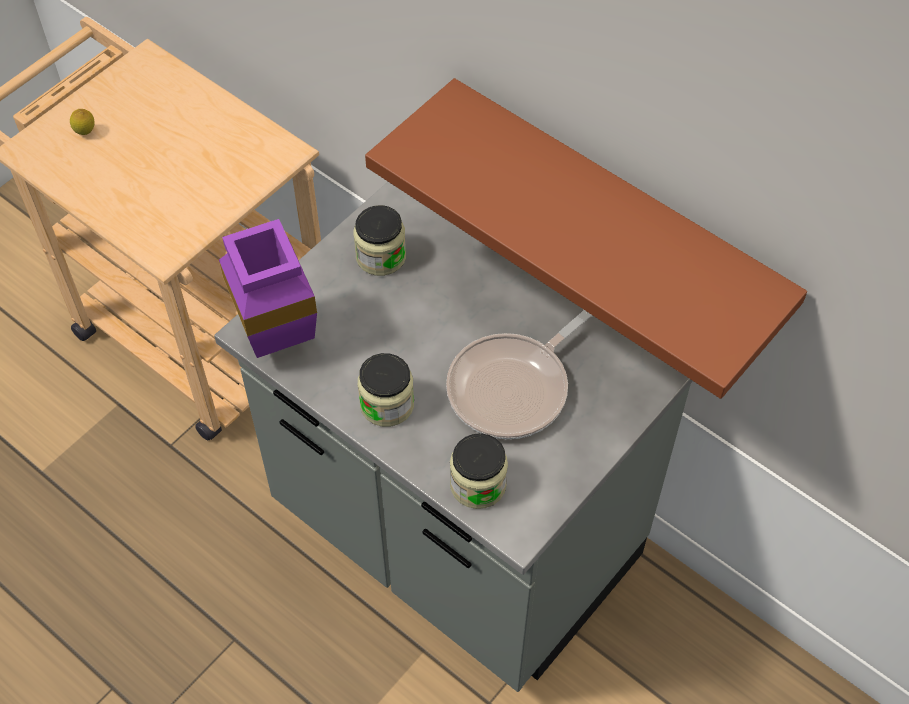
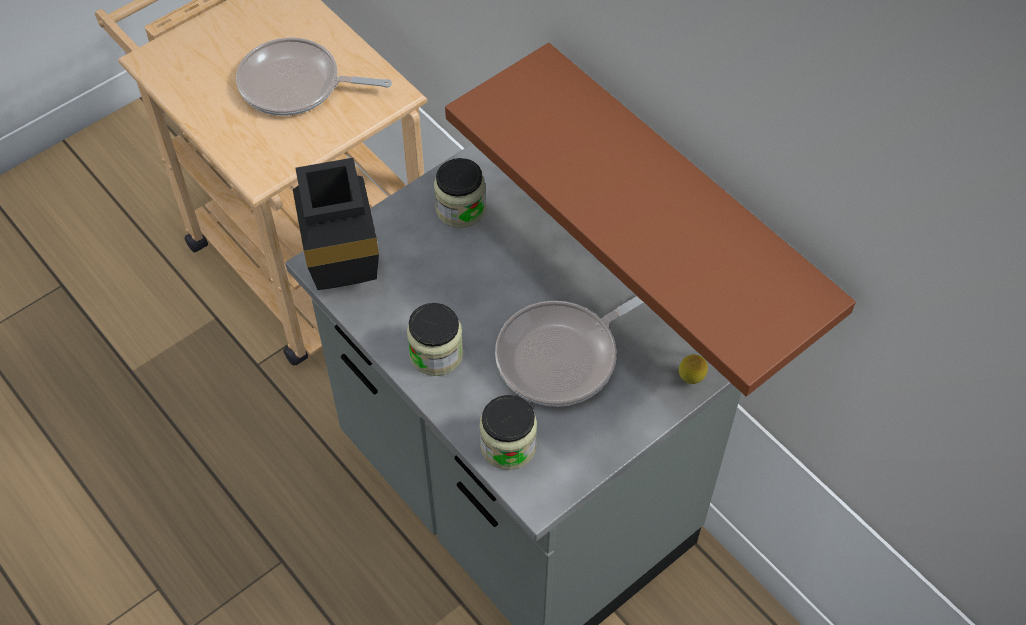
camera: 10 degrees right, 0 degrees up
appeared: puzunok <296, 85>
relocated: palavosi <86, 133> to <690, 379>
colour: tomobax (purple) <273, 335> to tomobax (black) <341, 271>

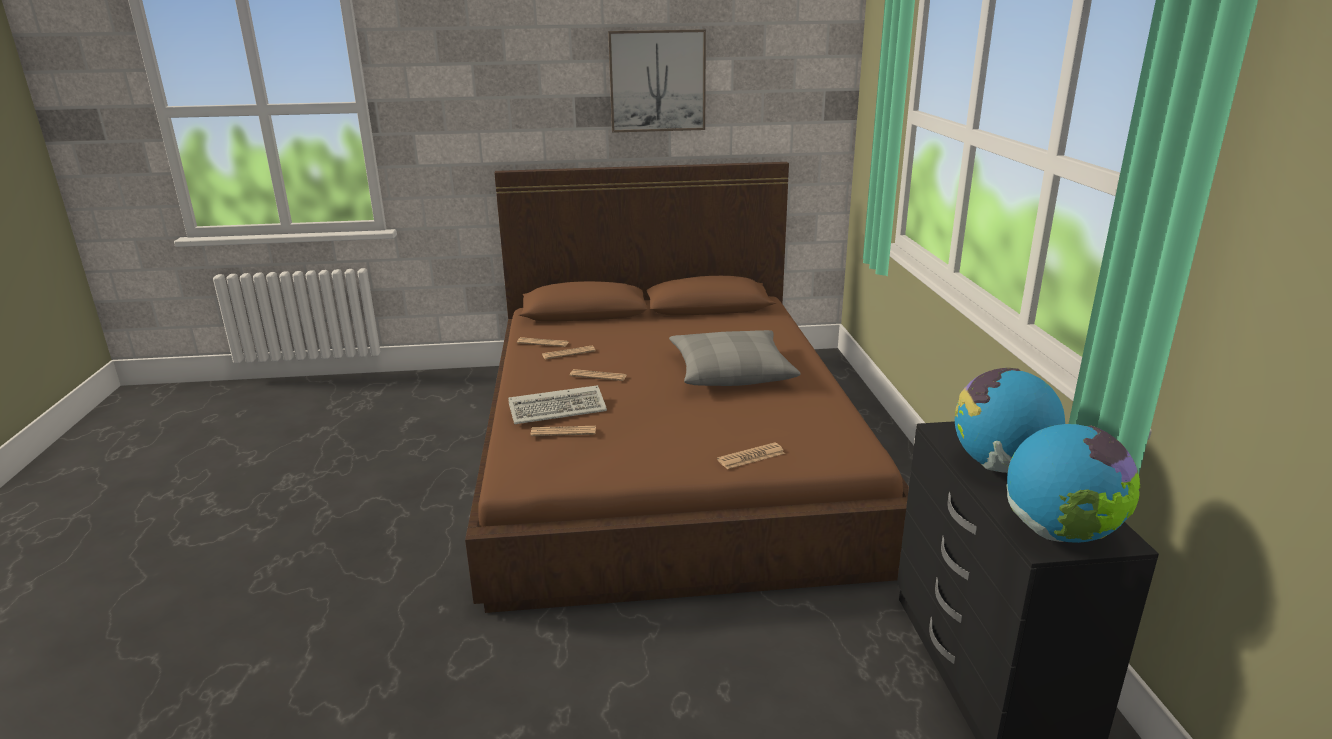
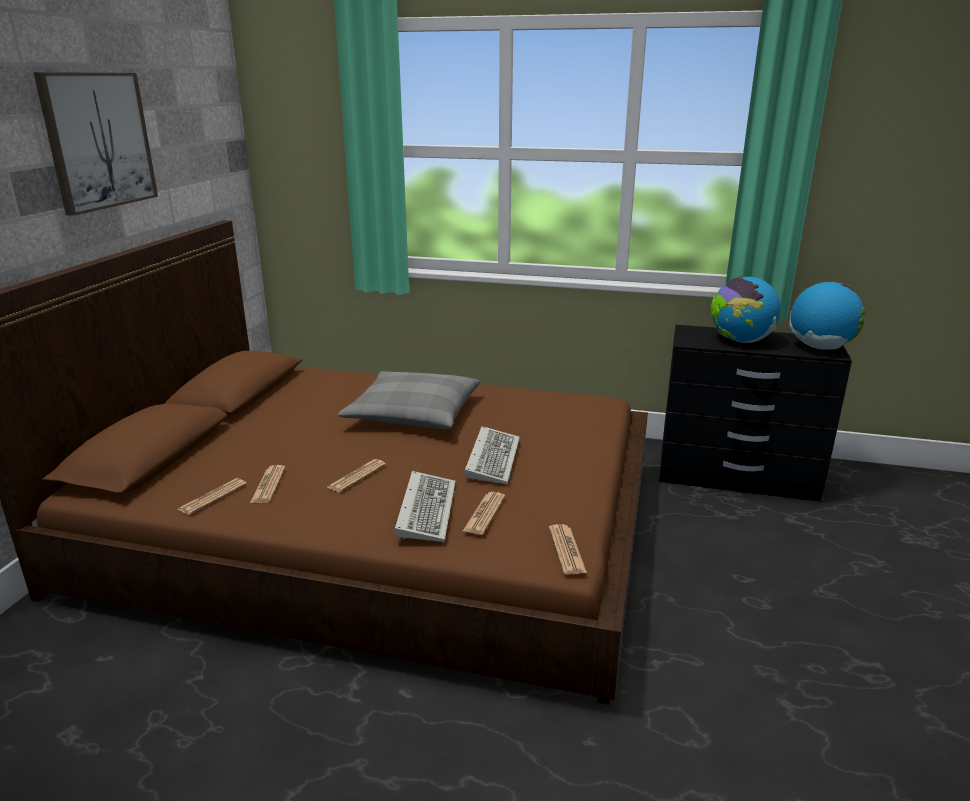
camera: 70 degrees left, 0 degrees up
appeared: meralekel <492, 458>
relocated: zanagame <751, 457> to <567, 550>

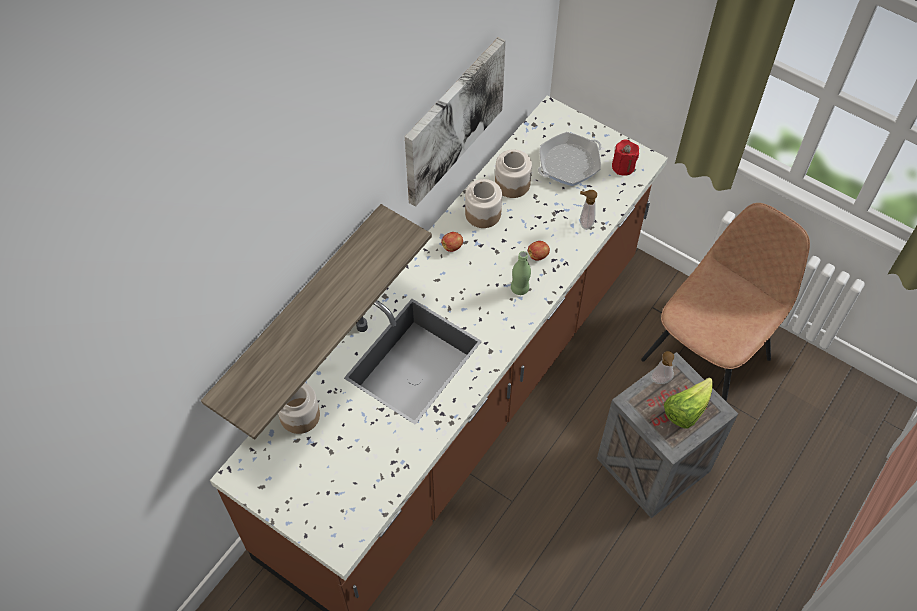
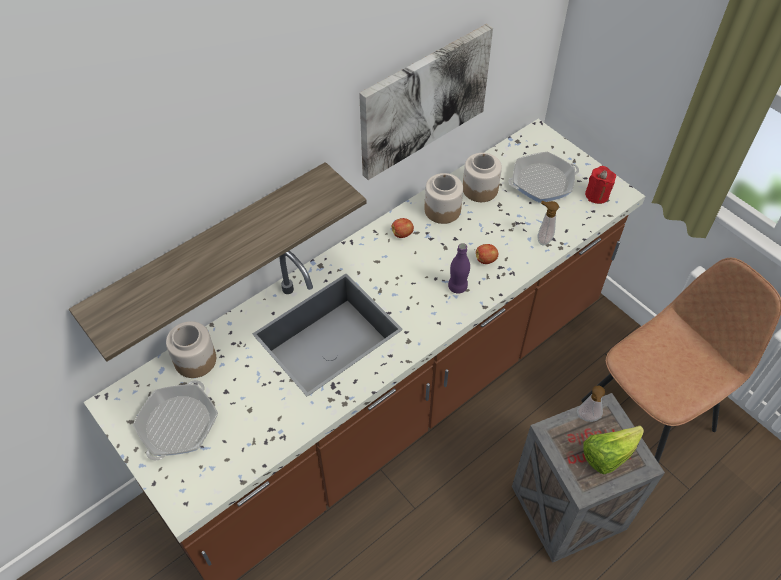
camera: 15 degrees right, 5 degrees down
appeared: puzunok <178, 424>
colour: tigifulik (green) <519, 288> to tigifulik (purple) <457, 287>

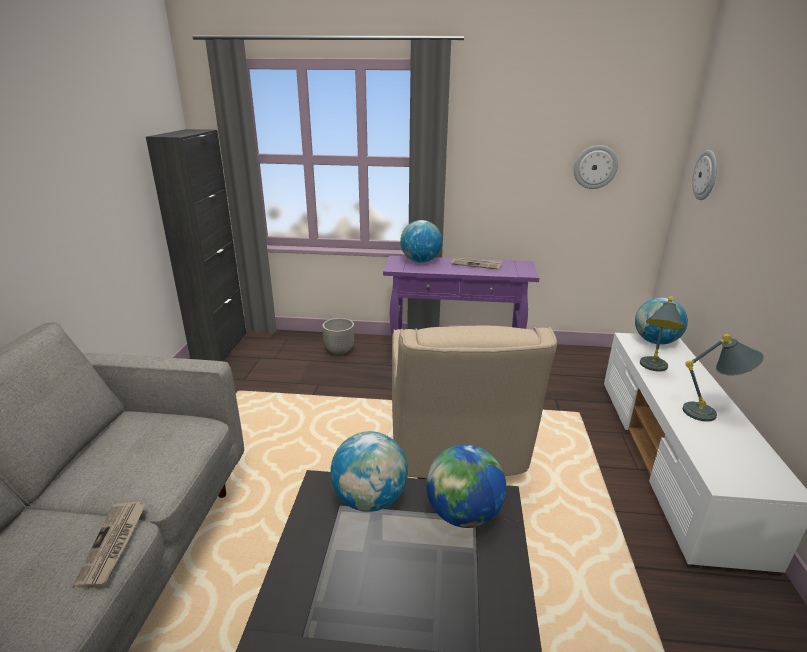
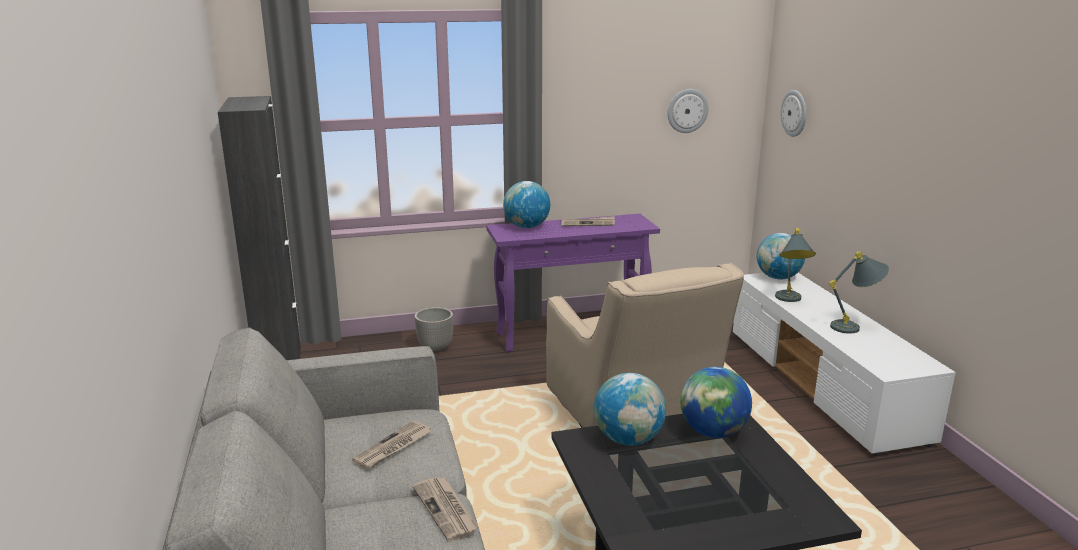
camera: 20 degrees left, 5 degrees down
appeared: zanagame <393, 447>

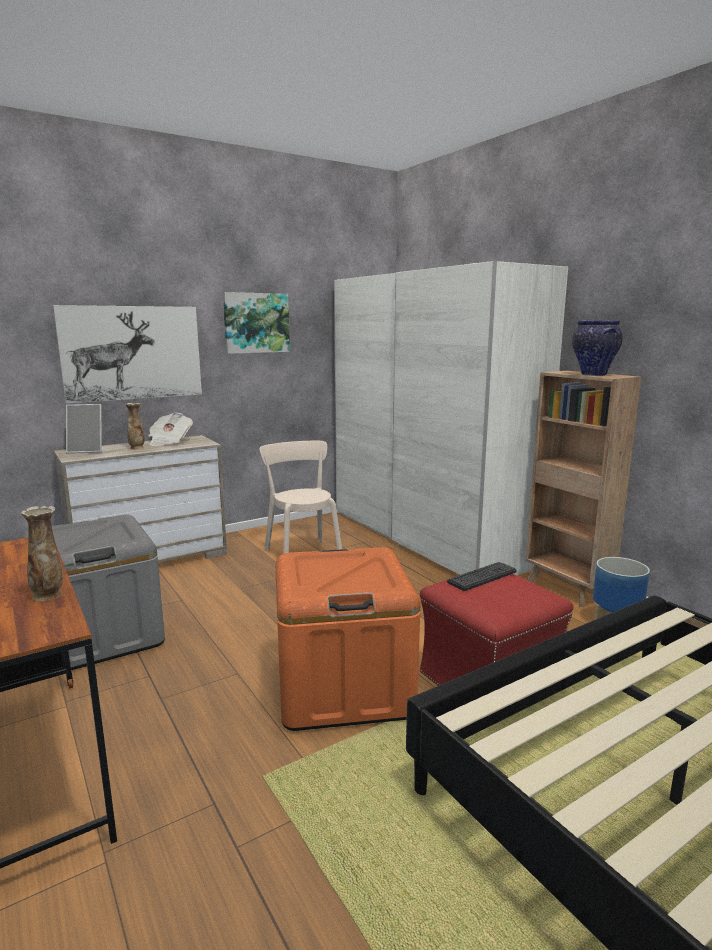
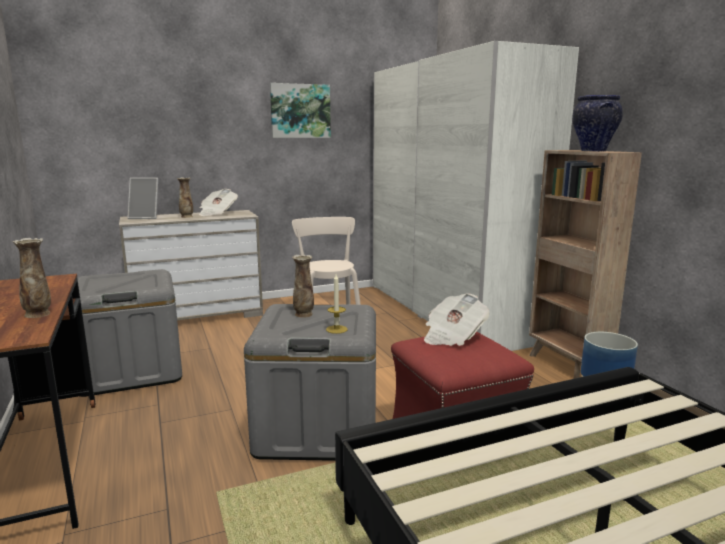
camera: 10 degrees right, 0 degrees up
missing: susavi <132, 353>
appeared: tomobax <303, 314>; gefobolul <336, 329>
exchanged: meralekel <482, 577> to zanagame <452, 336>
colour: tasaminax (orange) <343, 686> to tasaminax (grey) <318, 428>

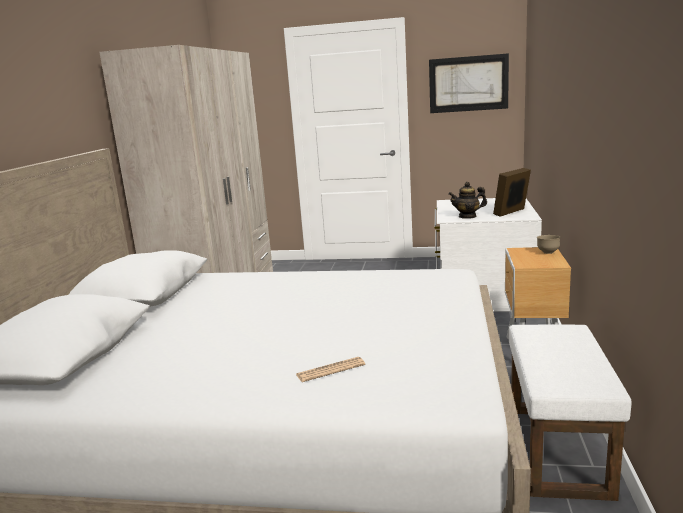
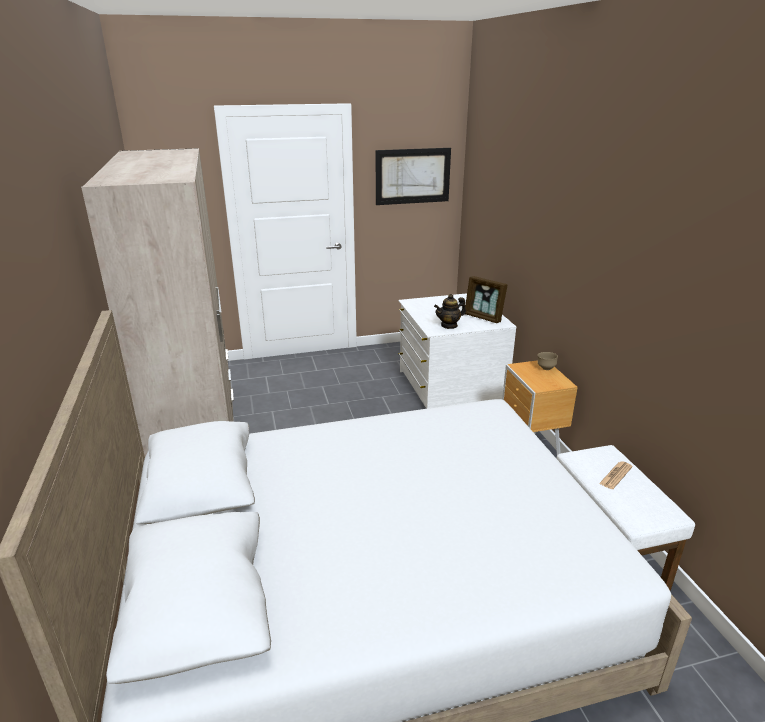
camera: 25 degrees left, 10 degrees up
relocated: zanagame <330, 370> to <615, 475>
spun: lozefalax <511, 212> = <483, 317> 75 degrees counterclockwise

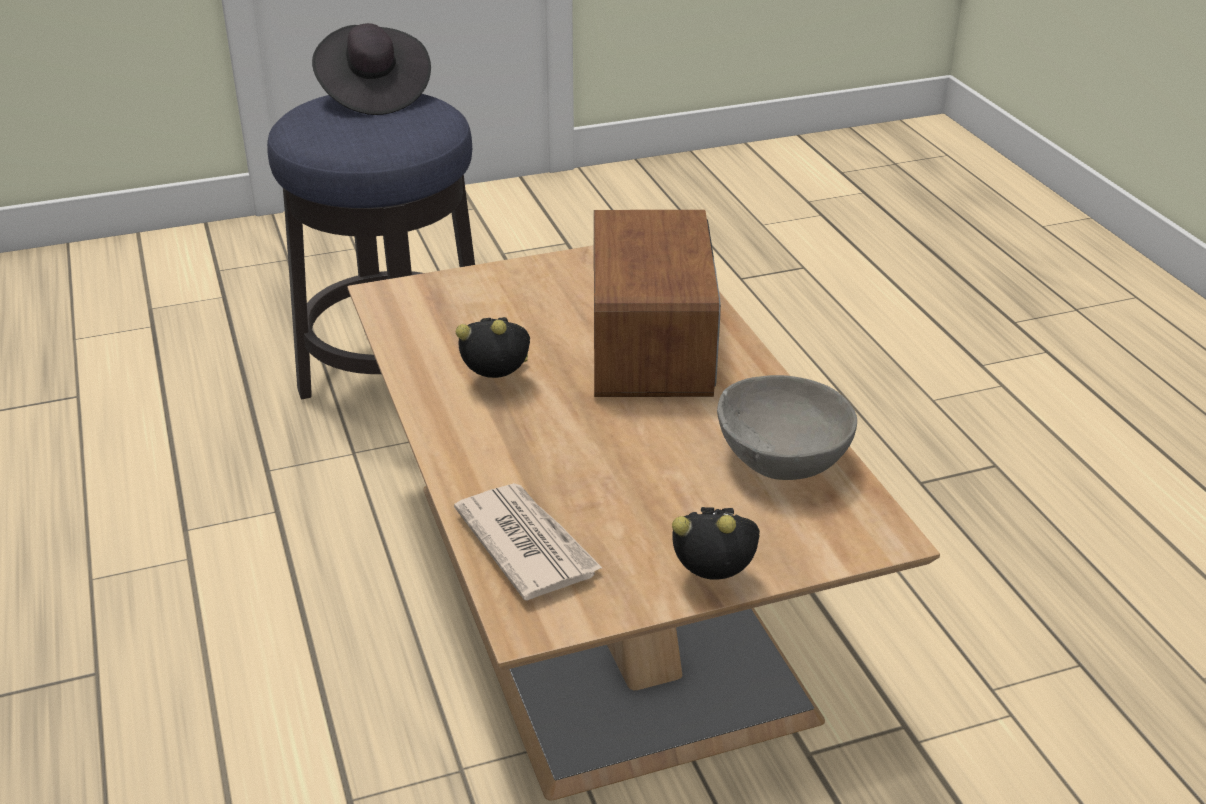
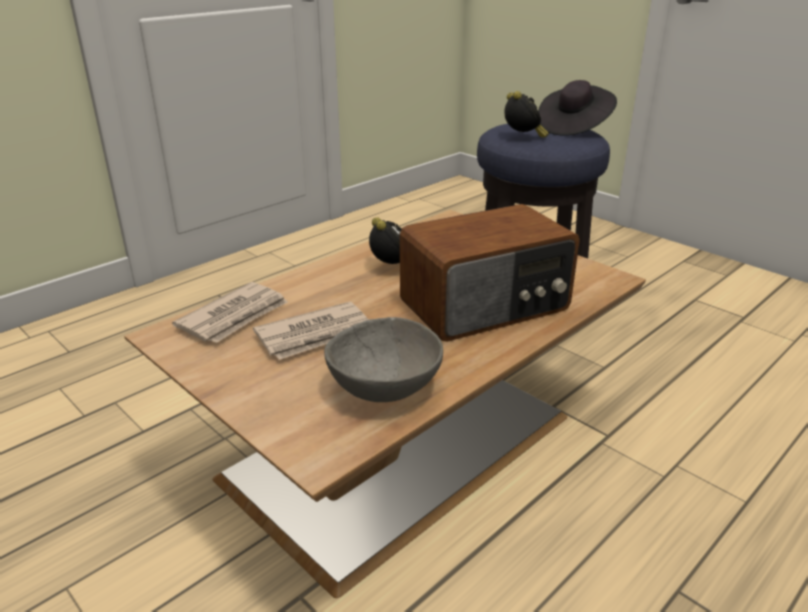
camera: 65 degrees right, 5 degrees down
appeared: zanagame <316, 335>
relocated: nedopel <716, 579> to <523, 138>

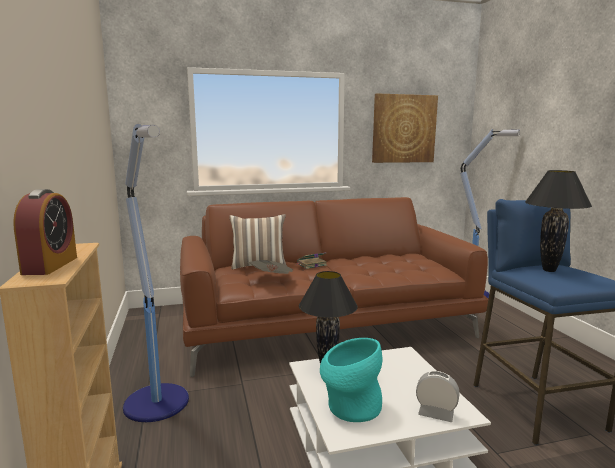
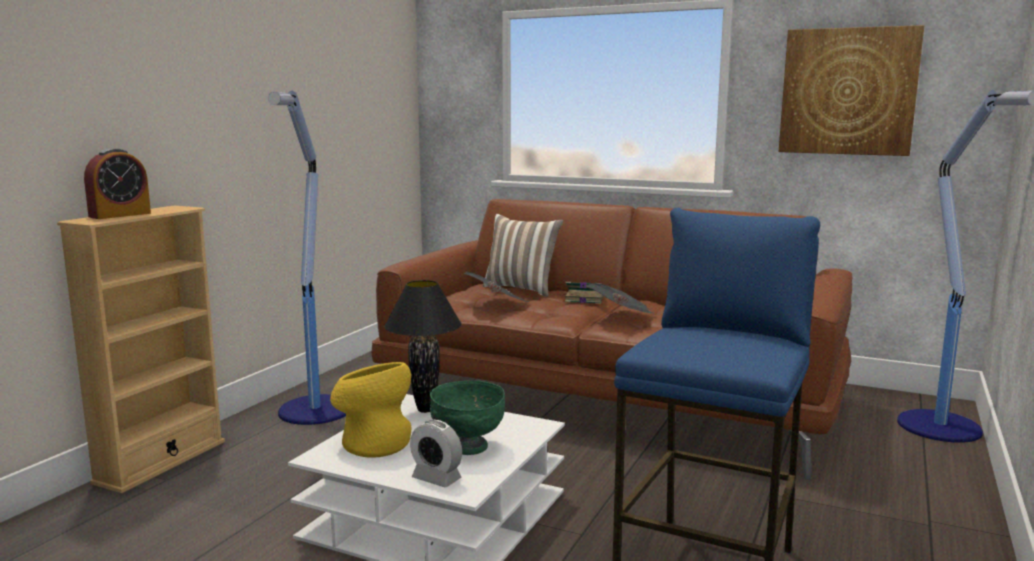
camera: 40 degrees right, 0 degrees up
missing: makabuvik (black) <549, 270>
appeared: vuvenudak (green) <467, 447>; zanagame <621, 317>
colour: tomobax (turquoise) <349, 407> to tomobax (yellow) <373, 443>
spun: nedopel <436, 414> = <436, 478> 150 degrees clockwise

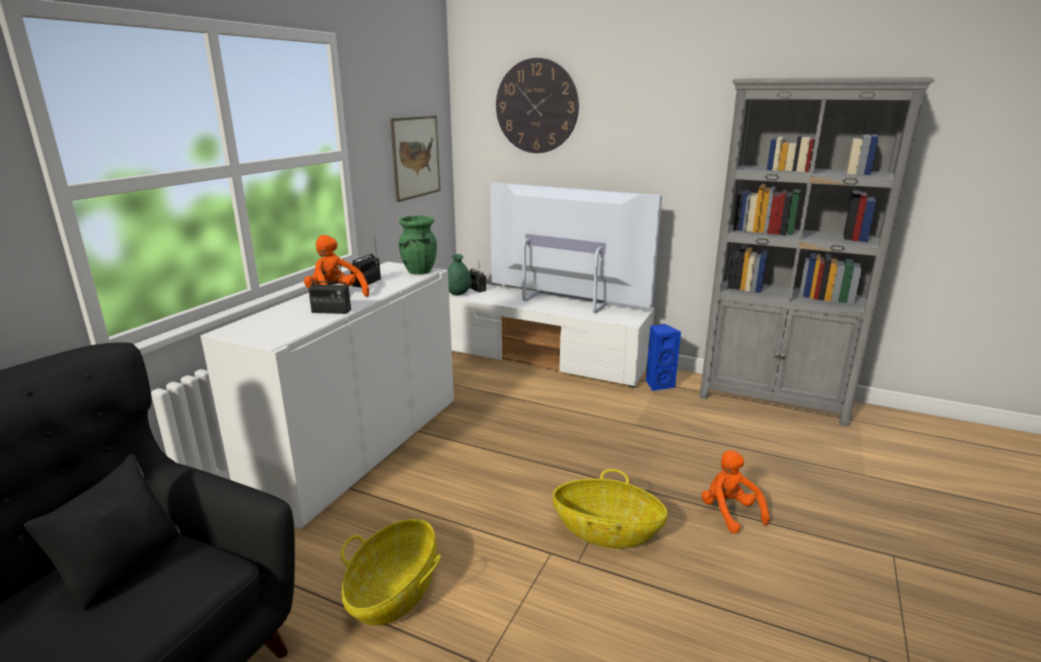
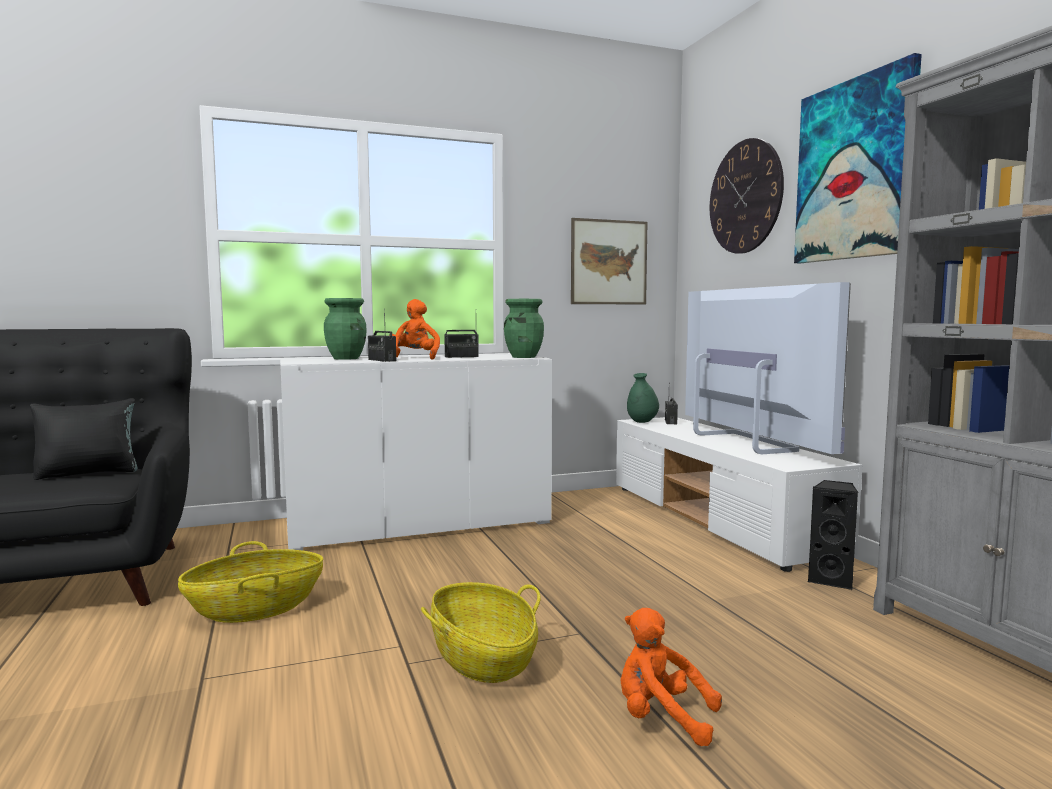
camera: 45 degrees right, 15 degrees down
appeared: tomobax (green) <346, 358>; susavi <854, 170>
colour: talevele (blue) <658, 384> to talevele (black) <831, 580>
spun: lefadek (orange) <729, 512> = <661, 718> 90 degrees counterclockwise

